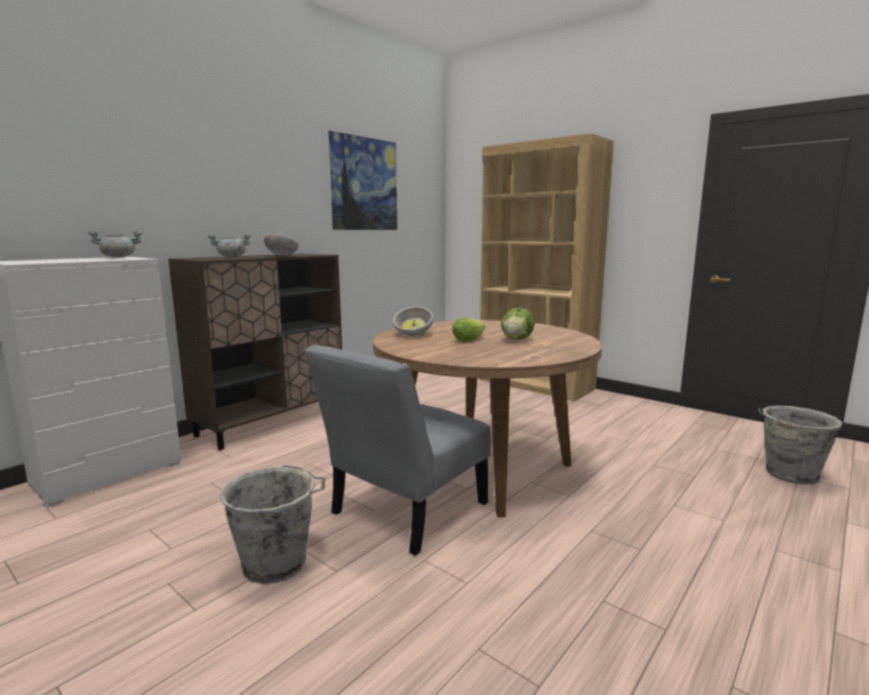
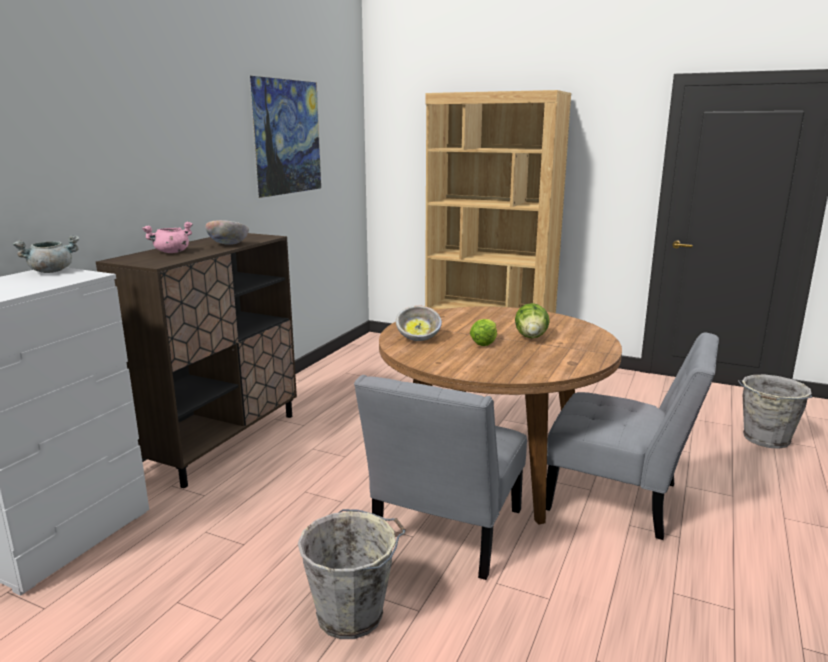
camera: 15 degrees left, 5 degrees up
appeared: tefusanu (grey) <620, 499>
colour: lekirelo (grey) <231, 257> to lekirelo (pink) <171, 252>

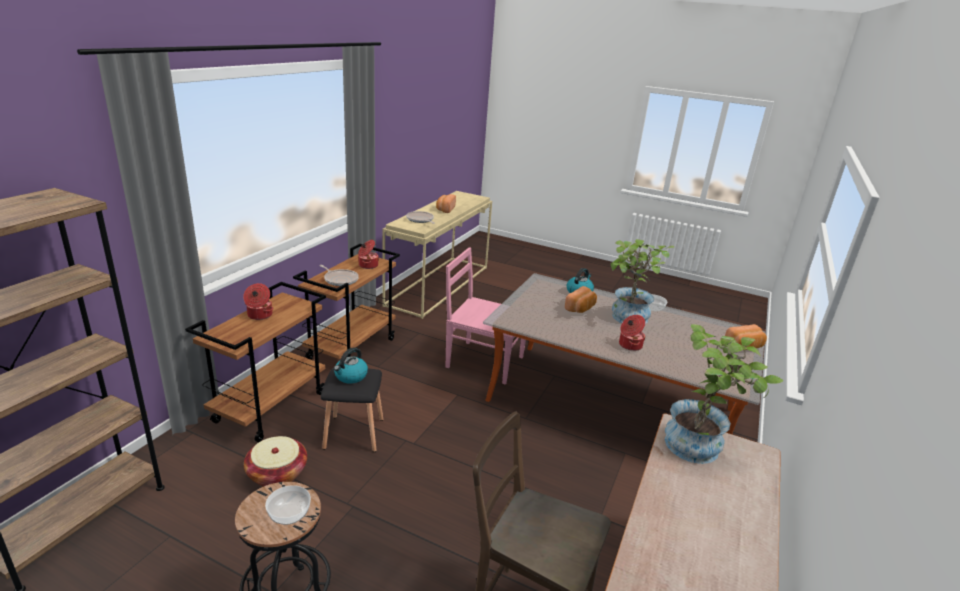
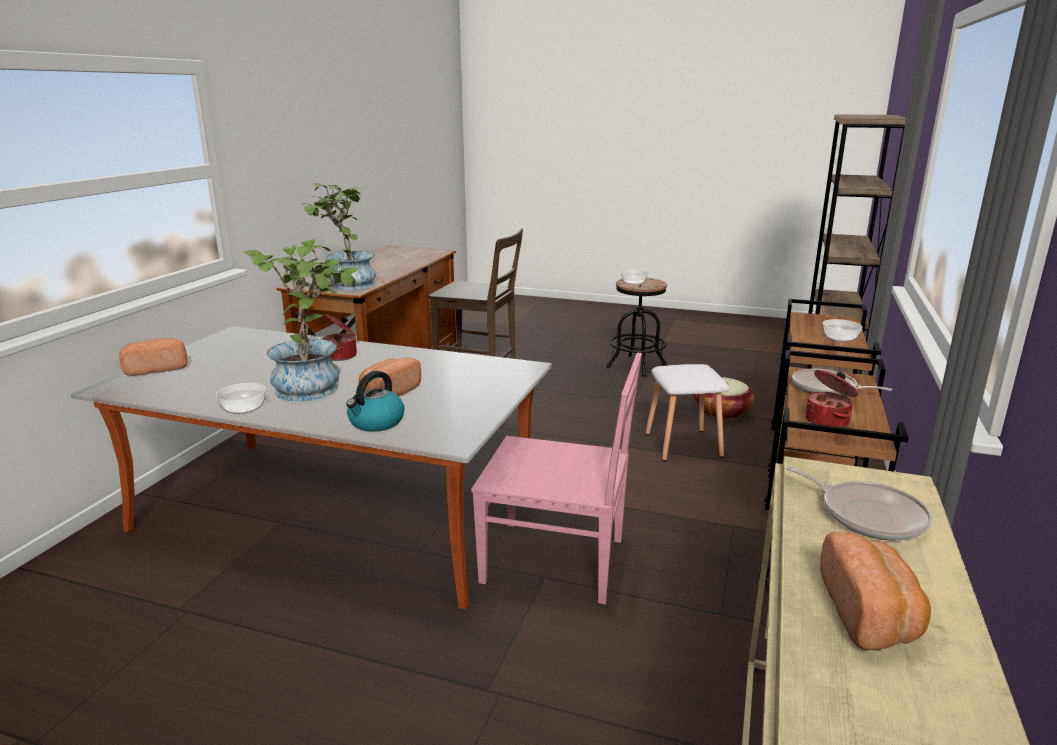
camera: 175 degrees right, 5 degrees down
missing: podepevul <350, 376>
exchanged: lekirelo <259, 315> to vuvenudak <839, 338>
colour: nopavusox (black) <352, 434> to nopavusox (white) <684, 444>

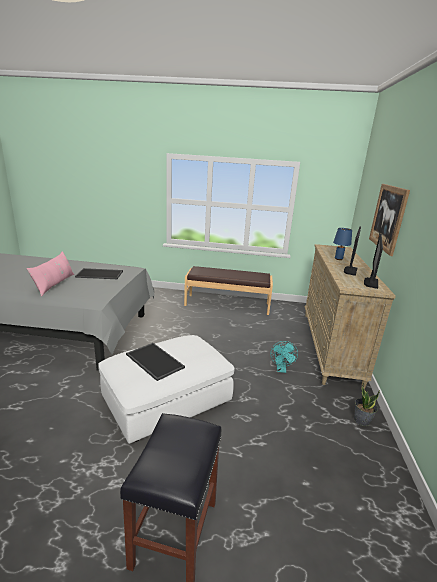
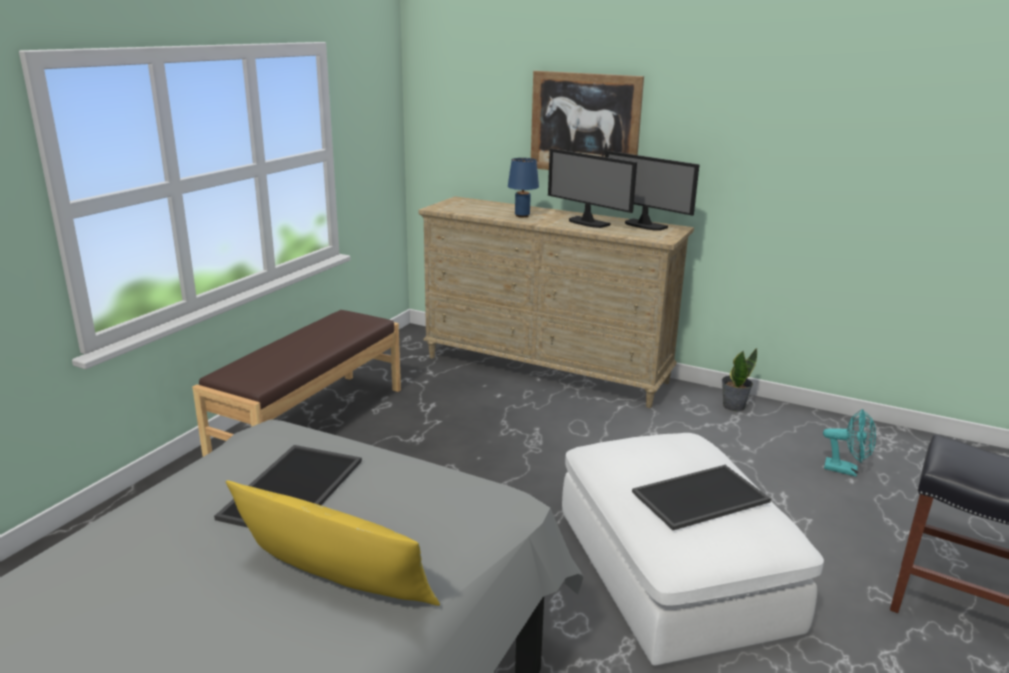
camera: 70 degrees left, 0 degrees up
relocated: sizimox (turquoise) <281, 369> to <846, 470>
colour: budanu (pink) <55, 284> to budanu (yellow) <335, 580>

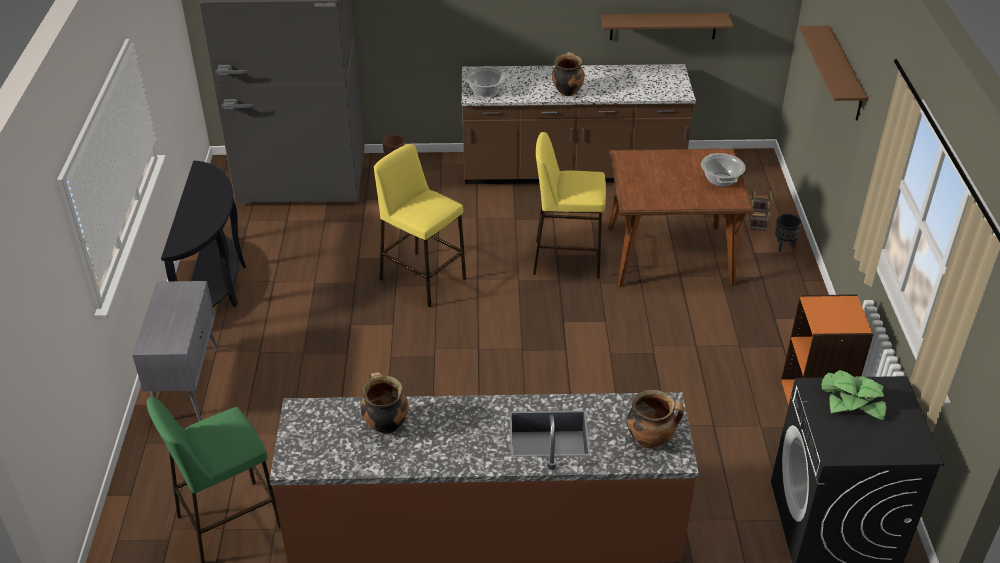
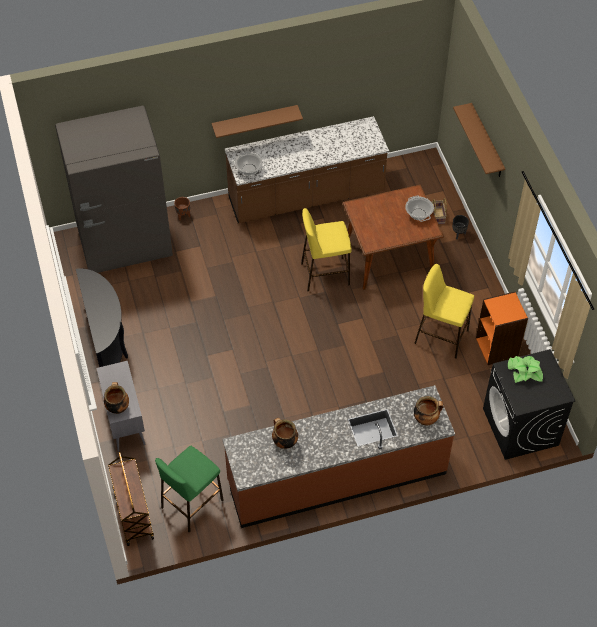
camera: 15 degrees left, 15 degrees up
appeared: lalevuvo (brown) <133, 513>
relocated: nopavusox (yellow) <422, 279> to <441, 336>; lekirelo <567, 91> to <117, 407>; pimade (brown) <663, 26> to <255, 120>

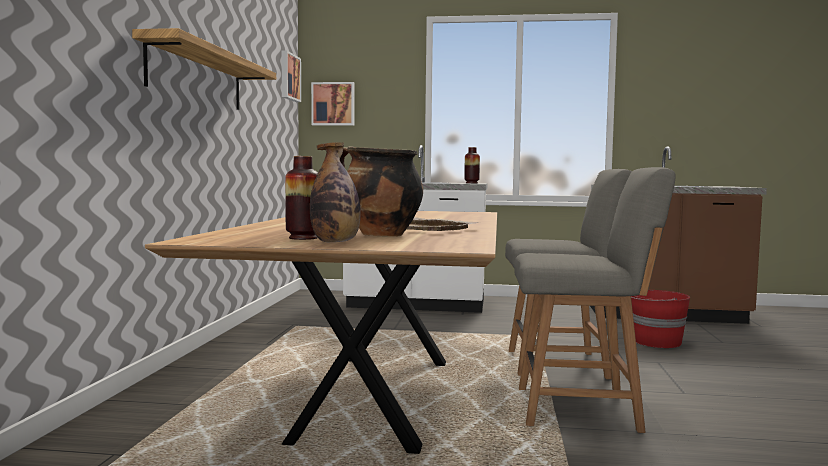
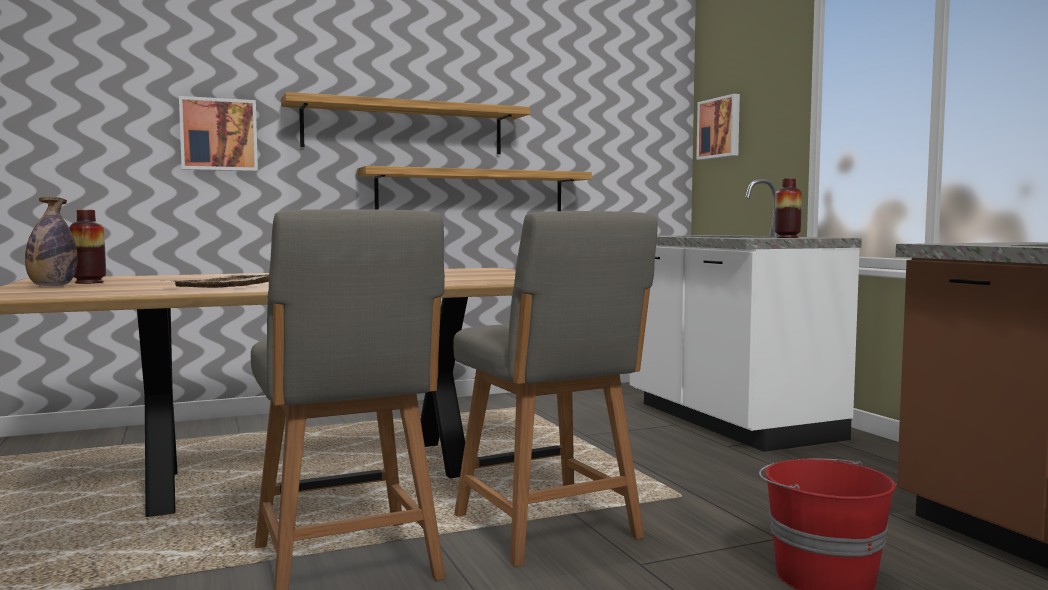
camera: 60 degrees right, 0 degrees up
missing: lekirelo <379, 235>
appeared: pimade <471, 193>
relocated: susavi <289, 77> to <218, 135>

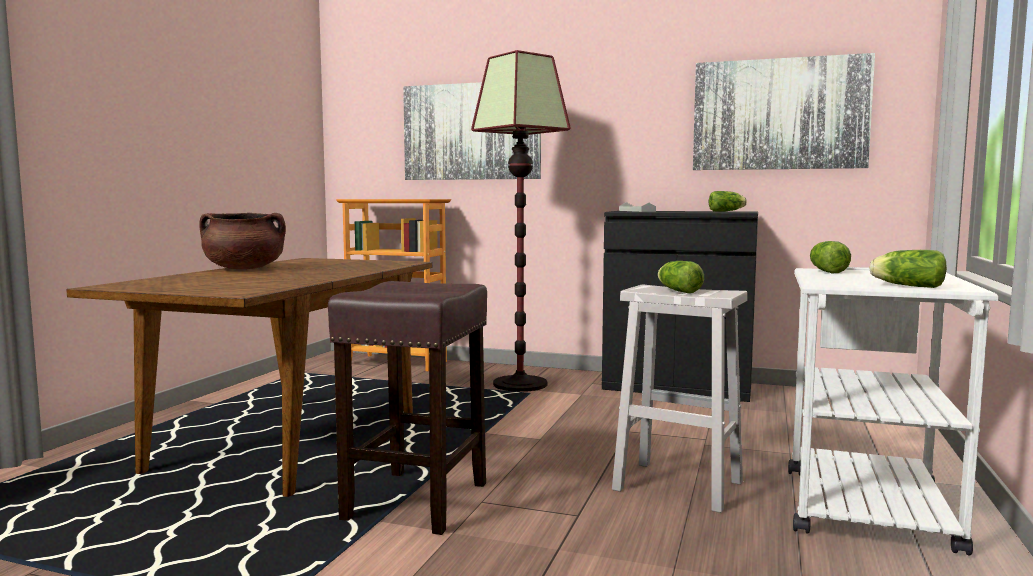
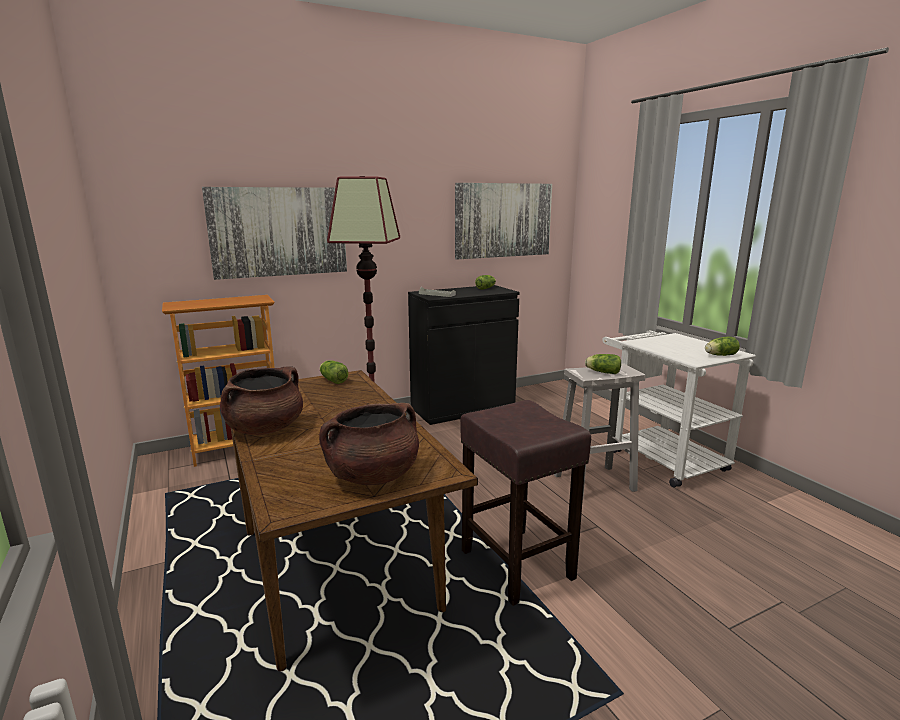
camera: 45 degrees left, 10 degrees up
appeared: lekirelo (brown) <373, 476>
relocated: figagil <826, 271> to <332, 380>

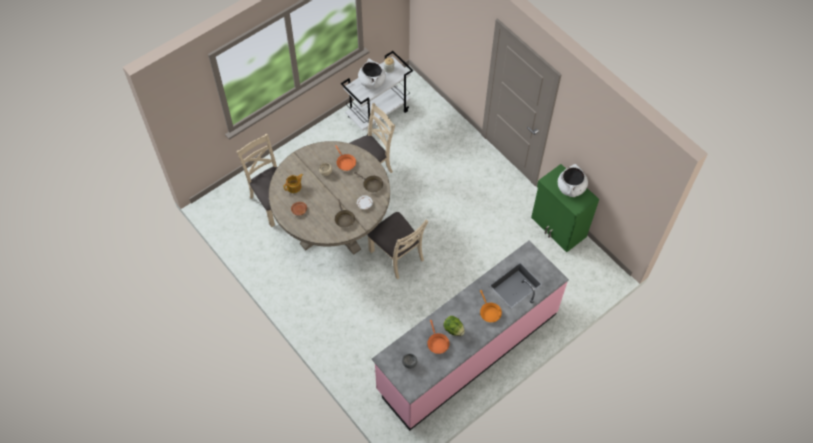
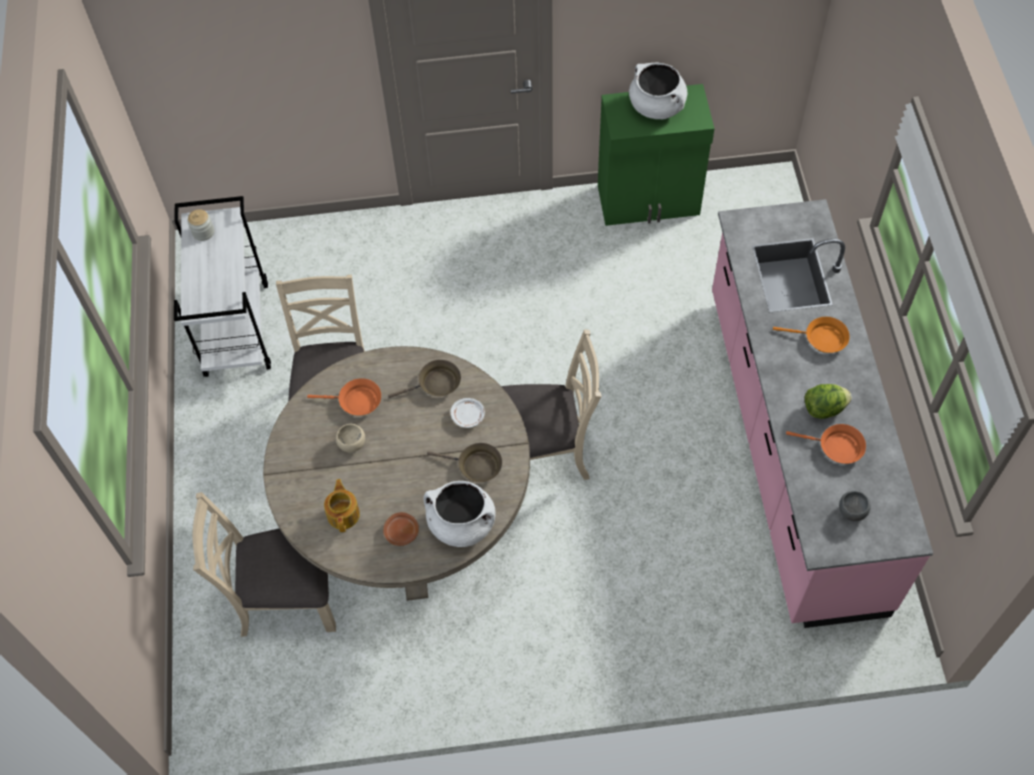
camera: 55 degrees left, 0 degrees up
relocated: lekirelo (white) <372, 81> to <461, 524>

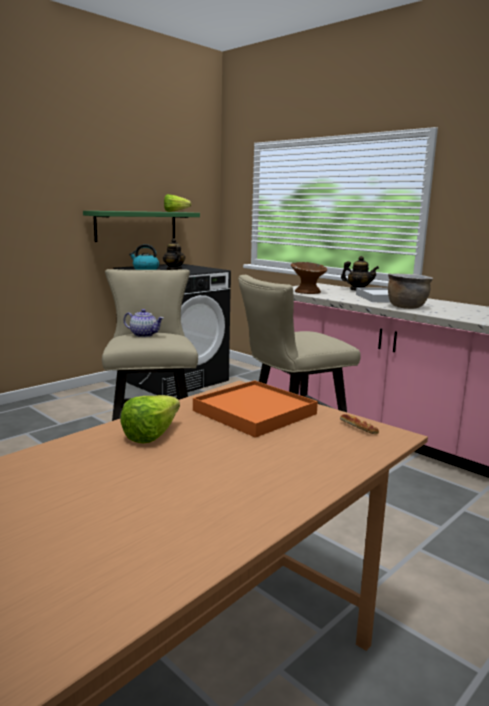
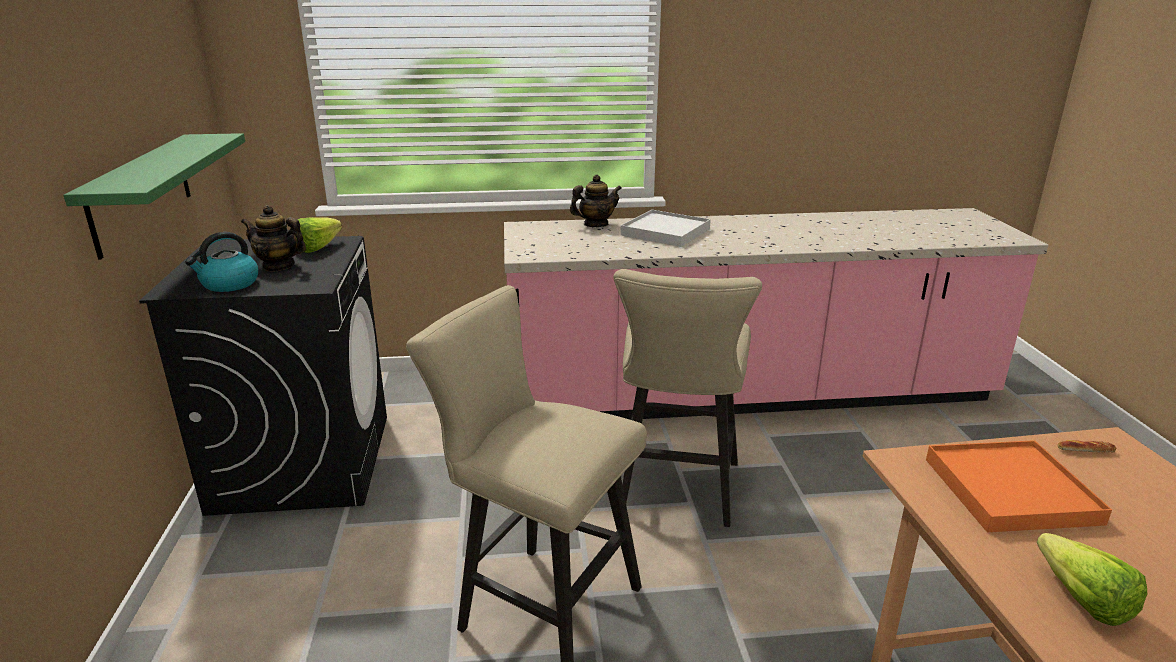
camera: 50 degrees left, 10 degrees up
missing: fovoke <144, 335>; vuvenudak (brown) <307, 292>; lekirelo (brown) <406, 307>
relocated: figagil <177, 212> to <322, 247>

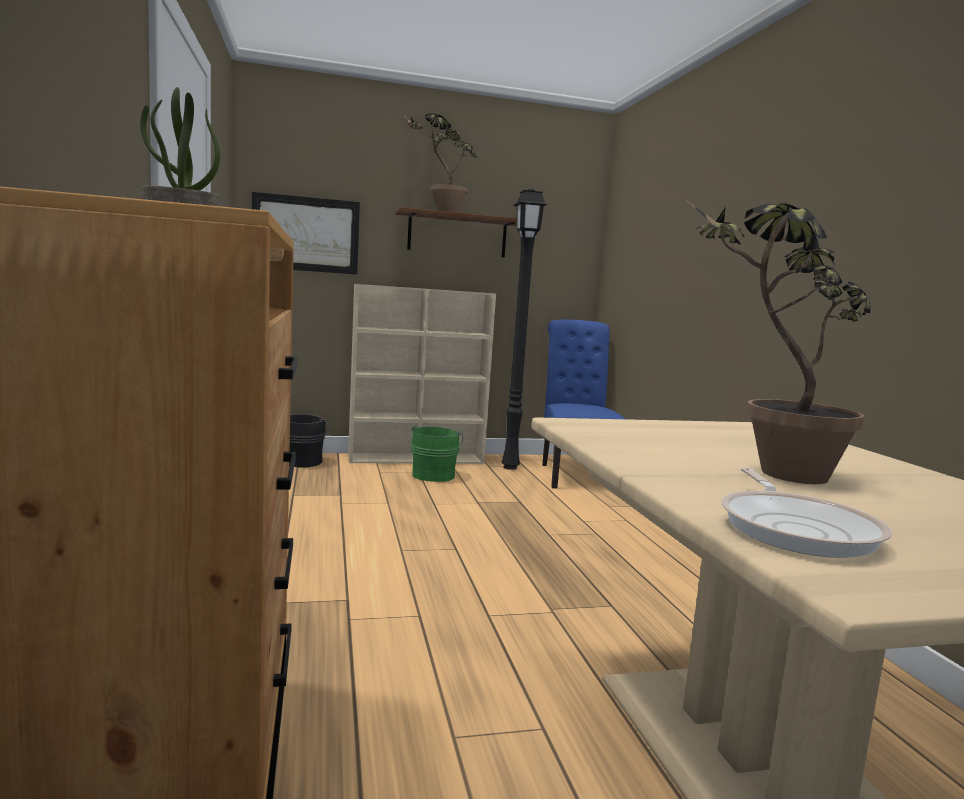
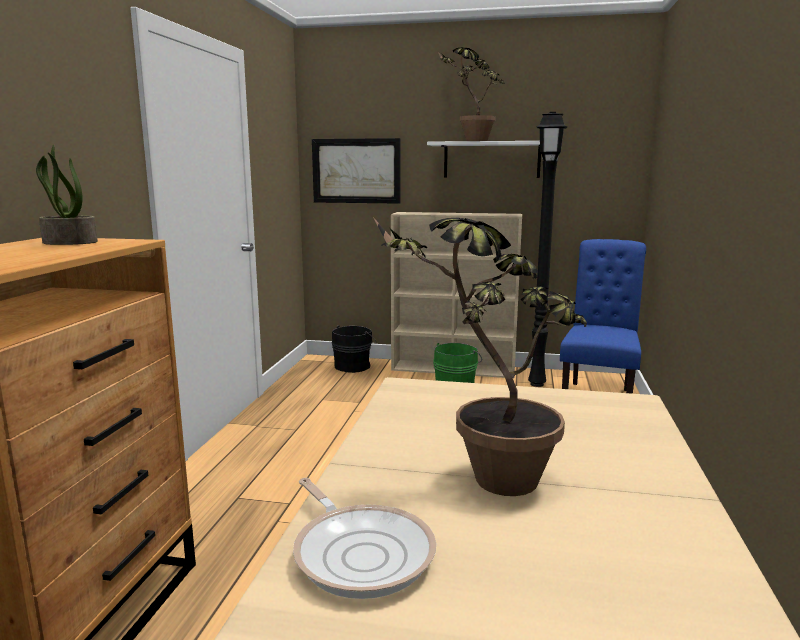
camera: 25 degrees right, 5 degrees up
colour: pimade (brown) <457, 235> to pimade (white) <491, 160>
spun: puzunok <796, 529> = <361, 553> 60 degrees counterclockwise

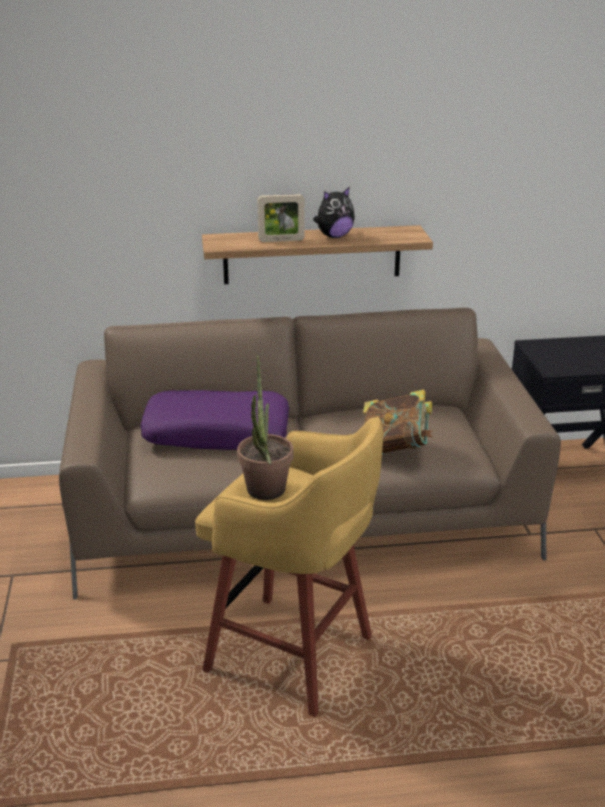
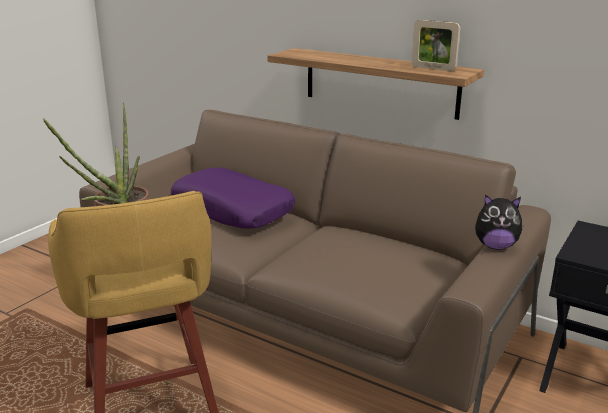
camera: 40 degrees right, 5 degrees down
missing: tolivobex <395, 448>
relocated: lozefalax <281, 240> to <433, 68>; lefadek <334, 236> to <495, 246>

